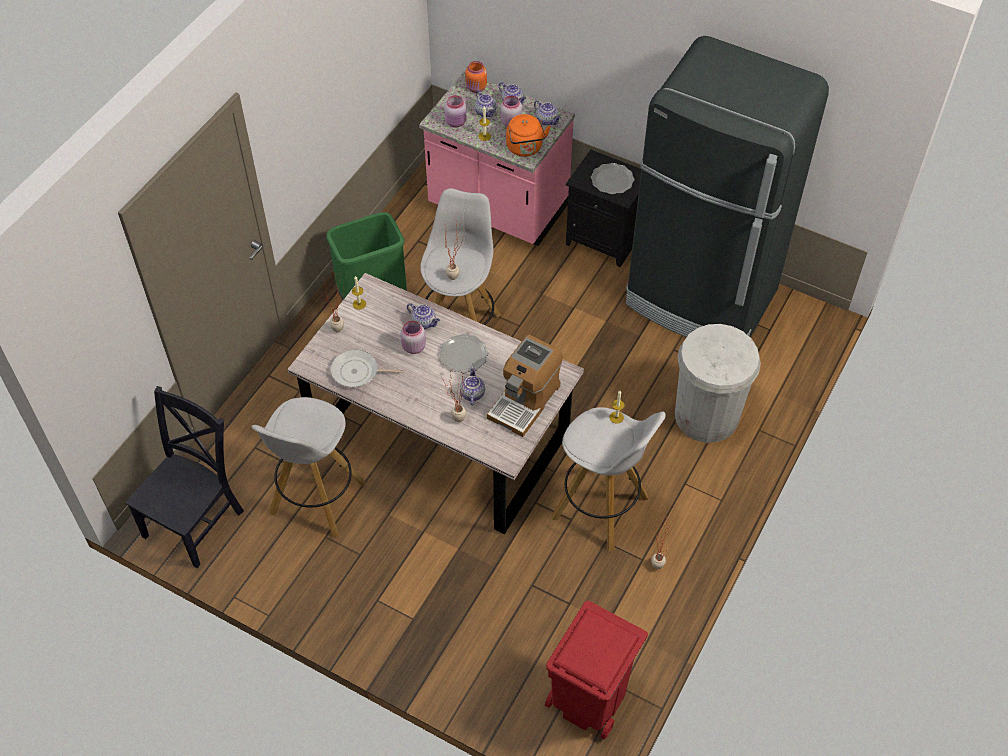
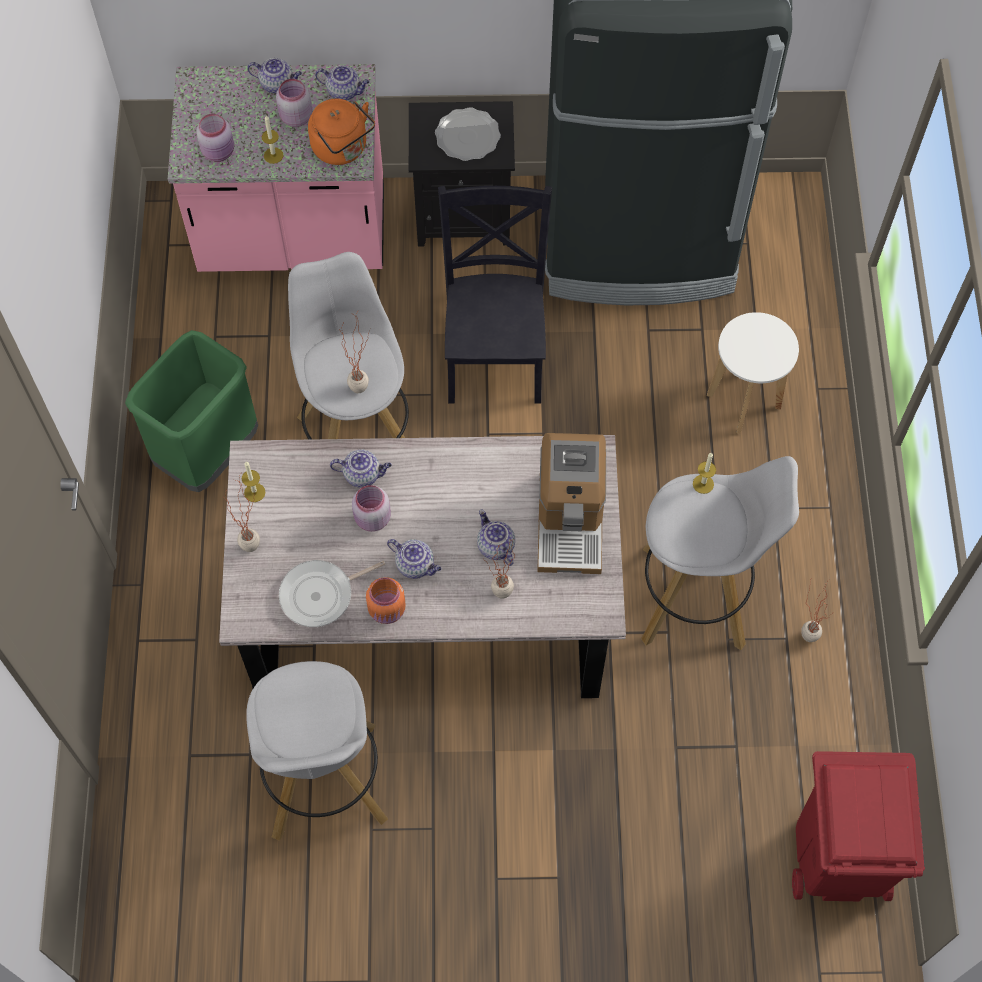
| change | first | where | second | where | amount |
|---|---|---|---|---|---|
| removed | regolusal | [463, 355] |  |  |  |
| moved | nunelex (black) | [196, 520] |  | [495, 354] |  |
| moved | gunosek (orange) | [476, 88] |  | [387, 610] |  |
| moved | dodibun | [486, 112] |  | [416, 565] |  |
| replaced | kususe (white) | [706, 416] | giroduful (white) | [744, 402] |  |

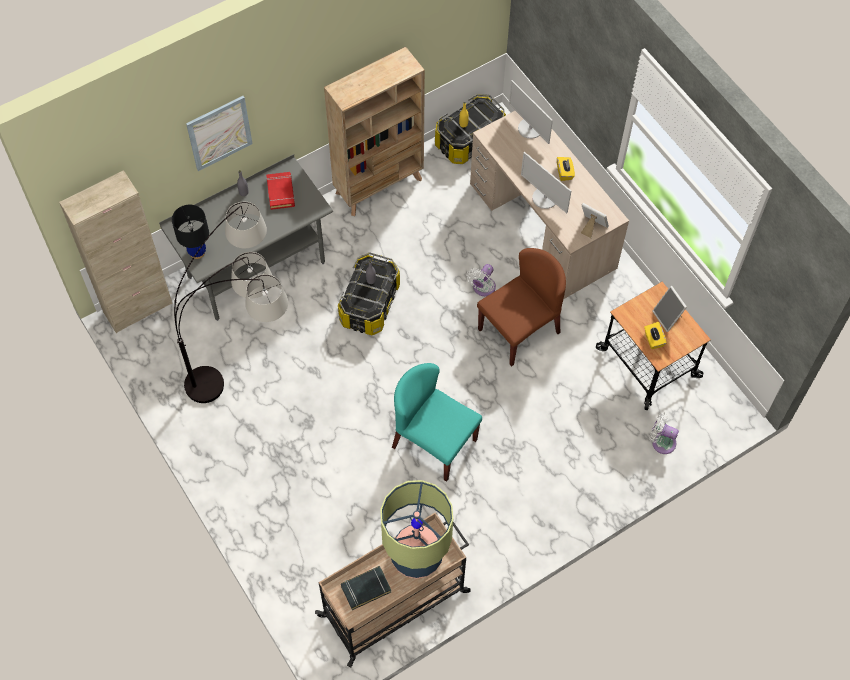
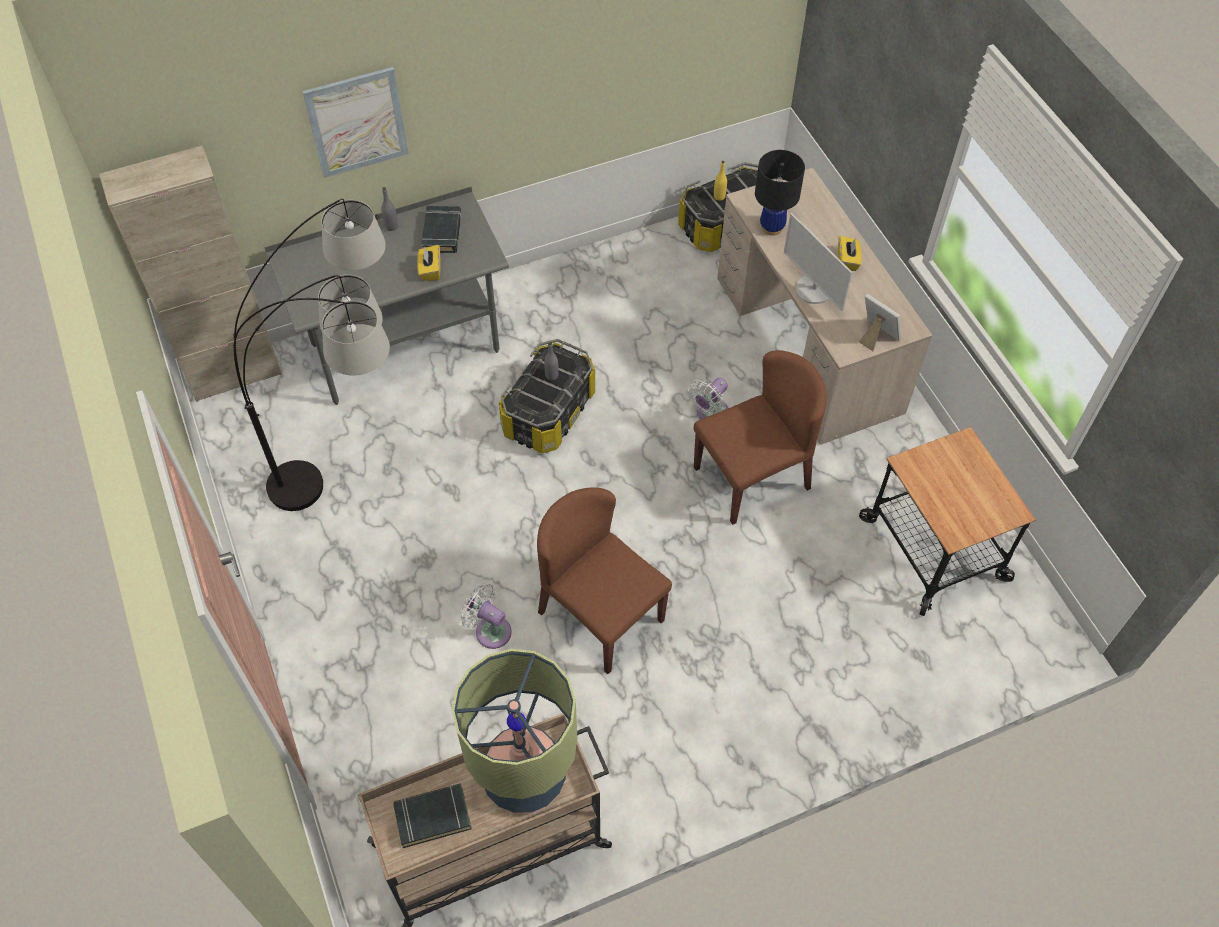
| change | first | where | second | where | amount |
|---|---|---|---|---|---|
| removed | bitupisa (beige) | [379, 186] |  |  |  |
| removed | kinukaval | [530, 128] |  |  |  |
| removed | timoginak | [668, 318] |  |  |  |
| moved | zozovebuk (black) | [197, 252] |  | [772, 227] |  |
| moved | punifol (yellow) | [653, 340] |  | [430, 270] |  |
| moved | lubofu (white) | [661, 442] |  | [490, 630] |  |
| recoloured | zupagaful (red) | [281, 192] | zupagaful (black) | [442, 233] |  |
| recoloured | nunelex (turquoise) | [434, 443] | nunelex (brown) | [600, 615] |  |

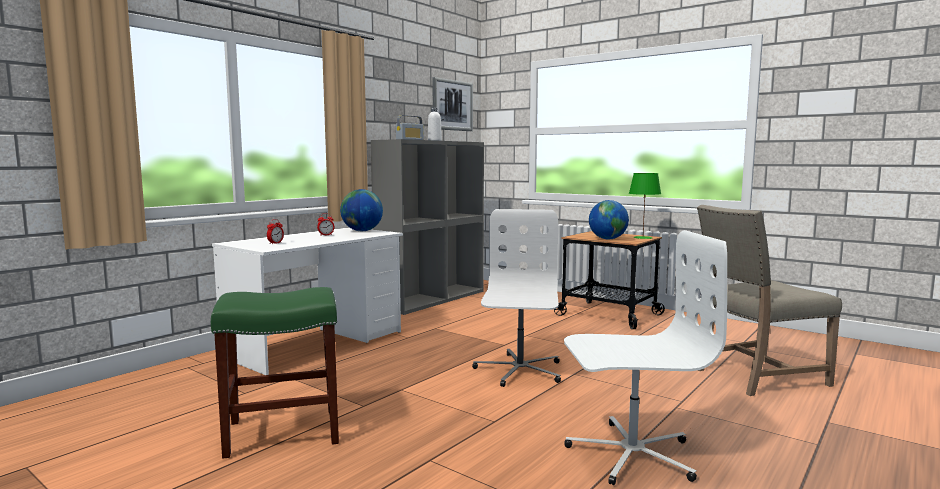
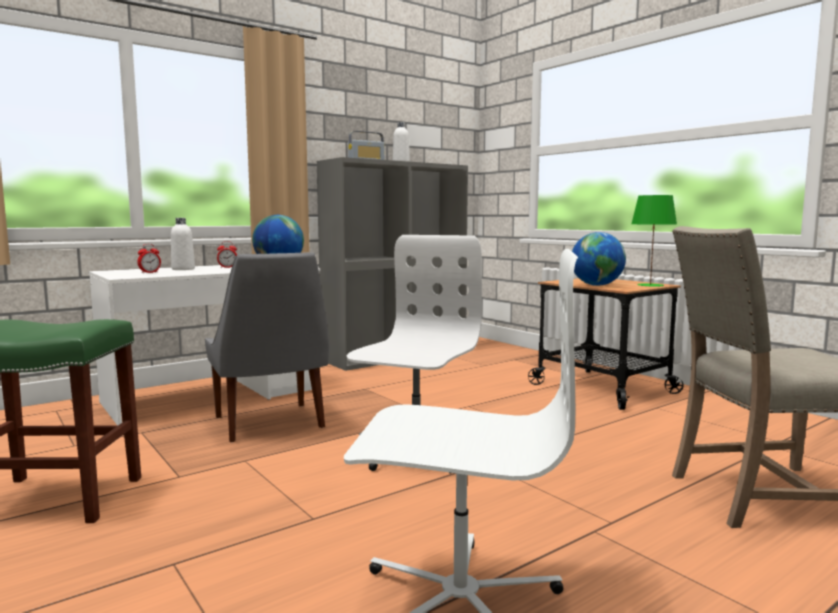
| change | first | where | second | where | amount |
|---|---|---|---|---|---|
| removed | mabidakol | [452, 105] |  |  |  |
| added |  |  | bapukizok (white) | [183, 269] |  |
| added |  |  | nunelex (grey) | [270, 424] |  |

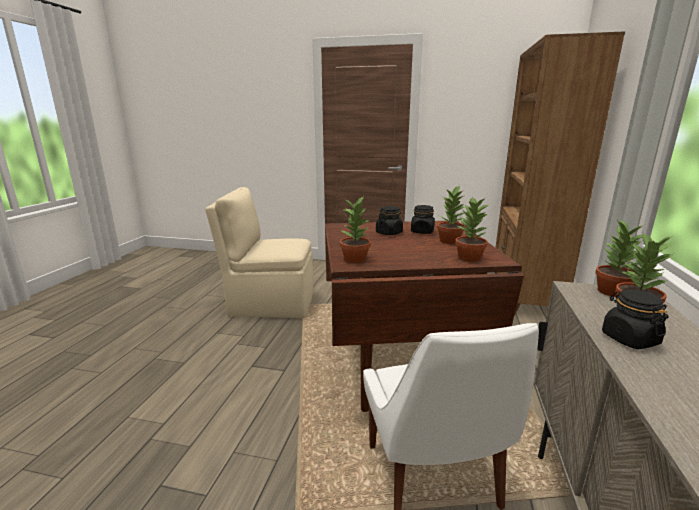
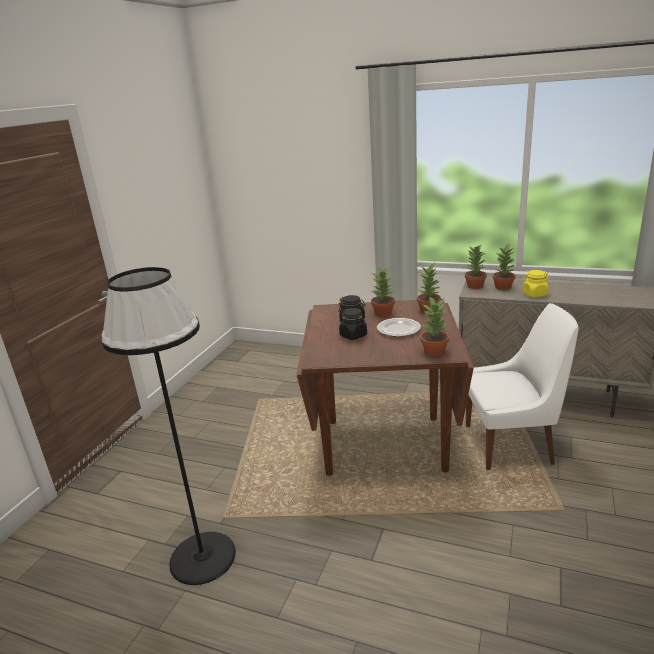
| change | first | where | second | where | amount |
|---|---|---|---|---|---|
| removed | bitupisa (brown) | [523, 295] |  |  |  |
| added |  |  | regolusal | [399, 329] |  |
| replaced | nunelex (beige) | [270, 304] | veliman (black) | [202, 557] |  |
| recoloured | gunosek (black) | [629, 339] | gunosek (yellow) | [534, 294] |  |

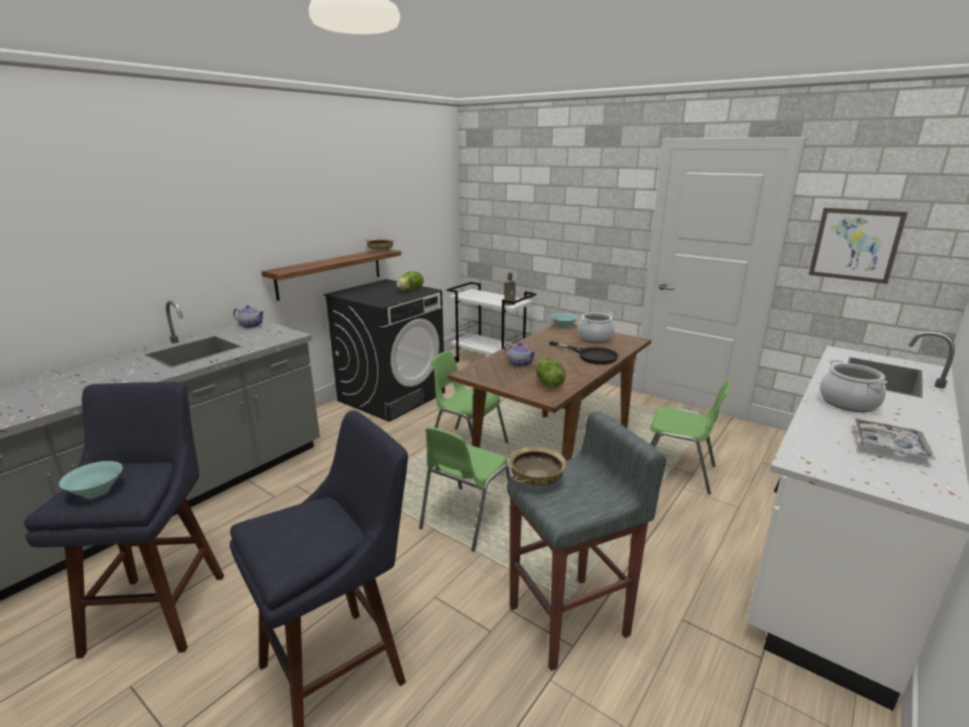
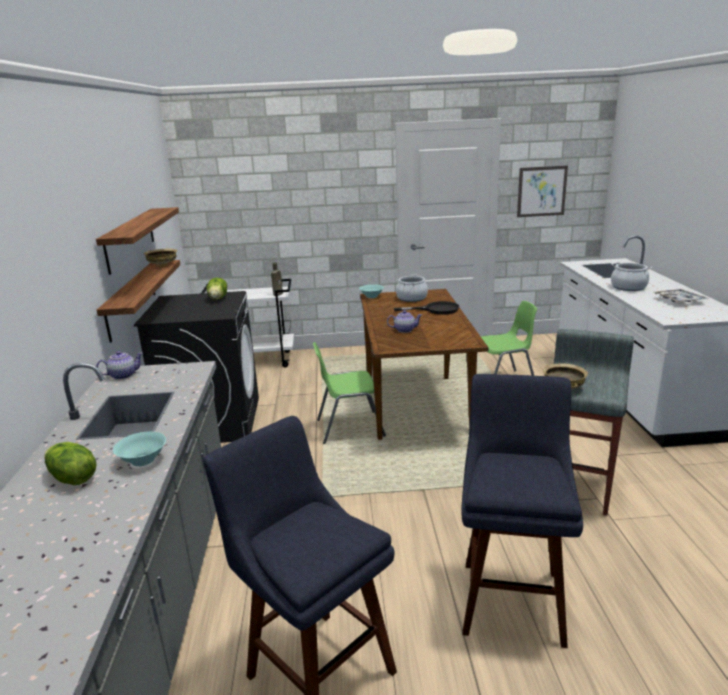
| change | first | where | second | where | amount |
|---|---|---|---|---|---|
| removed | nunelex (green) | [466, 518] |  |  |  |
| added |  |  | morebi | [130, 239] |  |
| moved | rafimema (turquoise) | [96, 491] |  | [143, 460] |  |
| moved | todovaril | [548, 384] |  | [72, 479] |  |

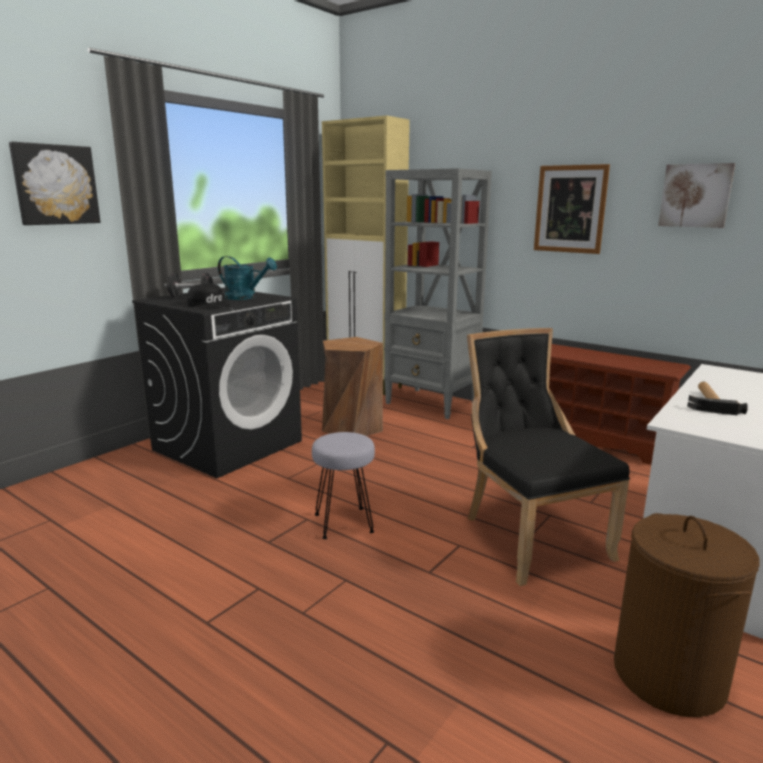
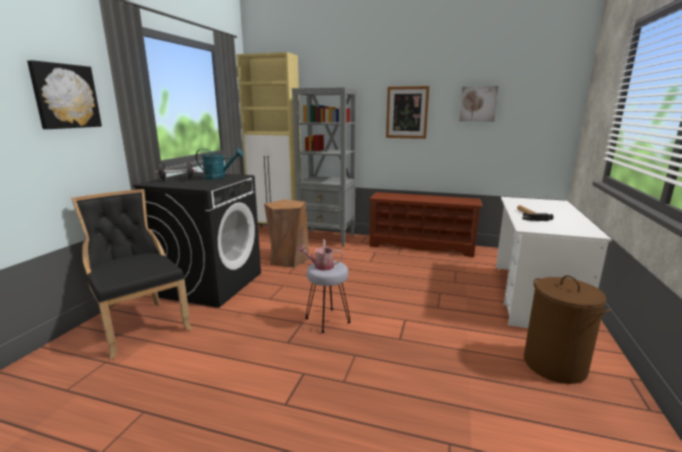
| change | first | where | second | where | amount |
|---|---|---|---|---|---|
| removed | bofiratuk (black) | [209, 304] |  |  |  |
| added |  |  | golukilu | [321, 266] |  |
| moved | nunelex (black) | [529, 536] |  | [141, 325] |  |

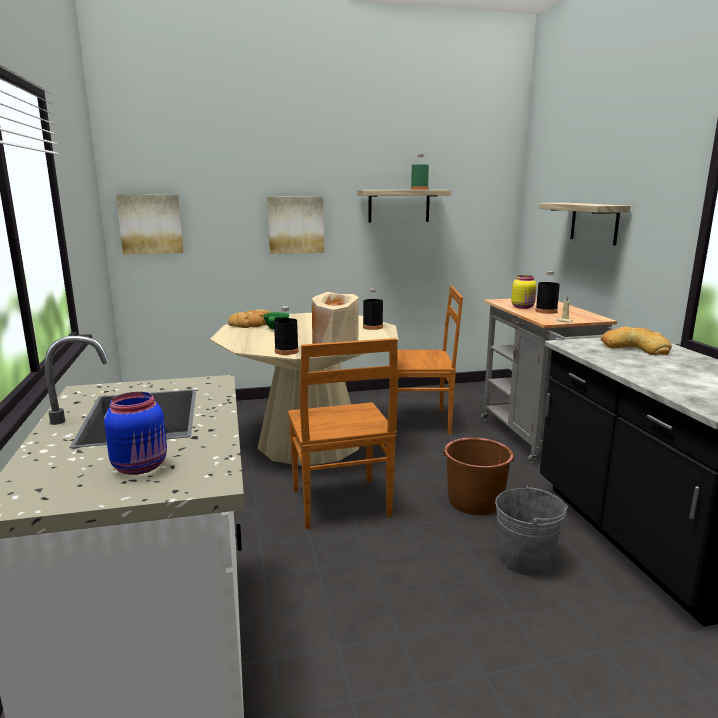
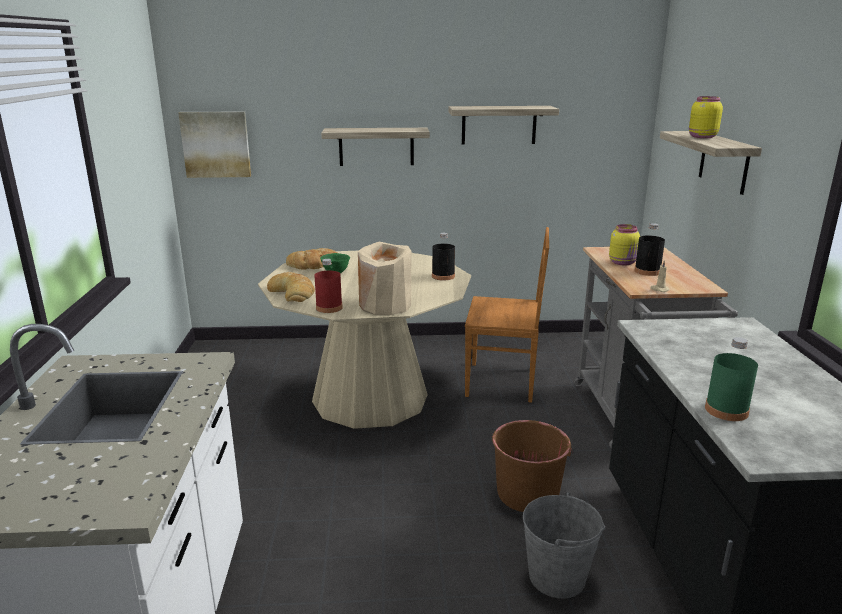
| change | first | where | second | where | amount |
|---|---|---|---|---|---|
| removed | gunosek (blue) | [141, 467] |  |  |  |
| removed | nunelex (brown) | [341, 504] |  |  |  |
| added |  |  | gunosek (yellow) | [701, 137] |  |
| moved | bapukizok (green) | [419, 189] |  | [726, 410] |  |
| moved | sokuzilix | [635, 348] |  | [293, 292] |  |
| replaced | mabidakol | [296, 225] | morebi | [376, 146] |  |
| recoloured | bapukizok (black) | [286, 351] | bapukizok (red) | [329, 308] |  |

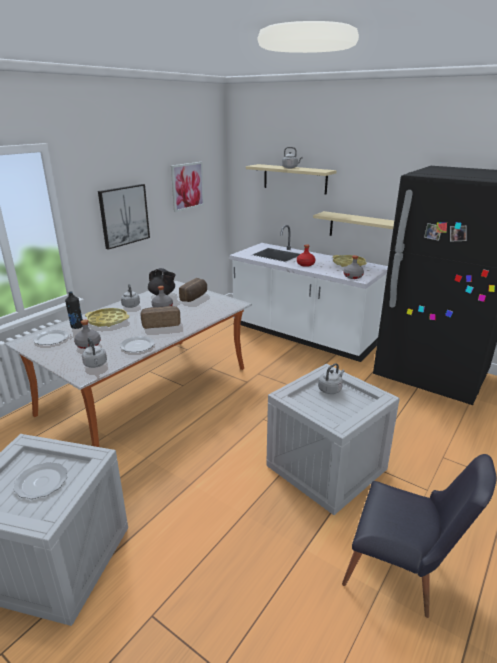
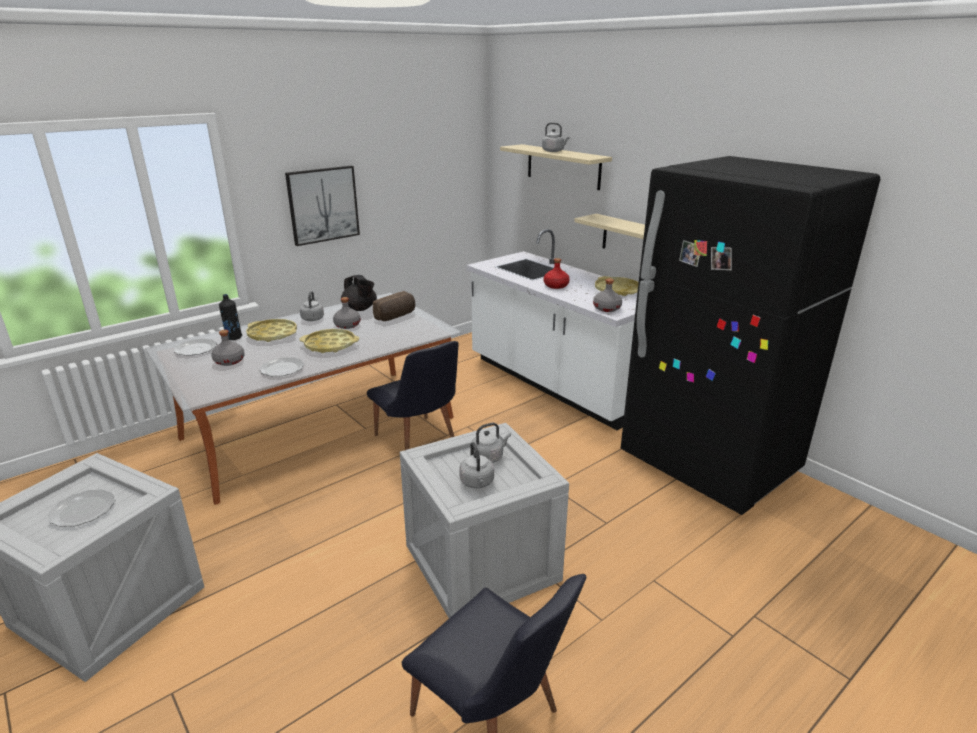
| change | first | where | second | where | amount |
|---|---|---|---|---|---|
| removed | mabidakol | [187, 186] |  |  |  |
| added |  |  | nunelex (black) | [419, 444] |  |
| moved | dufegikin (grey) | [96, 365] |  | [477, 483] |  |
| replaced | sokuzilix | [161, 324] | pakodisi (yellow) | [330, 345] |  |

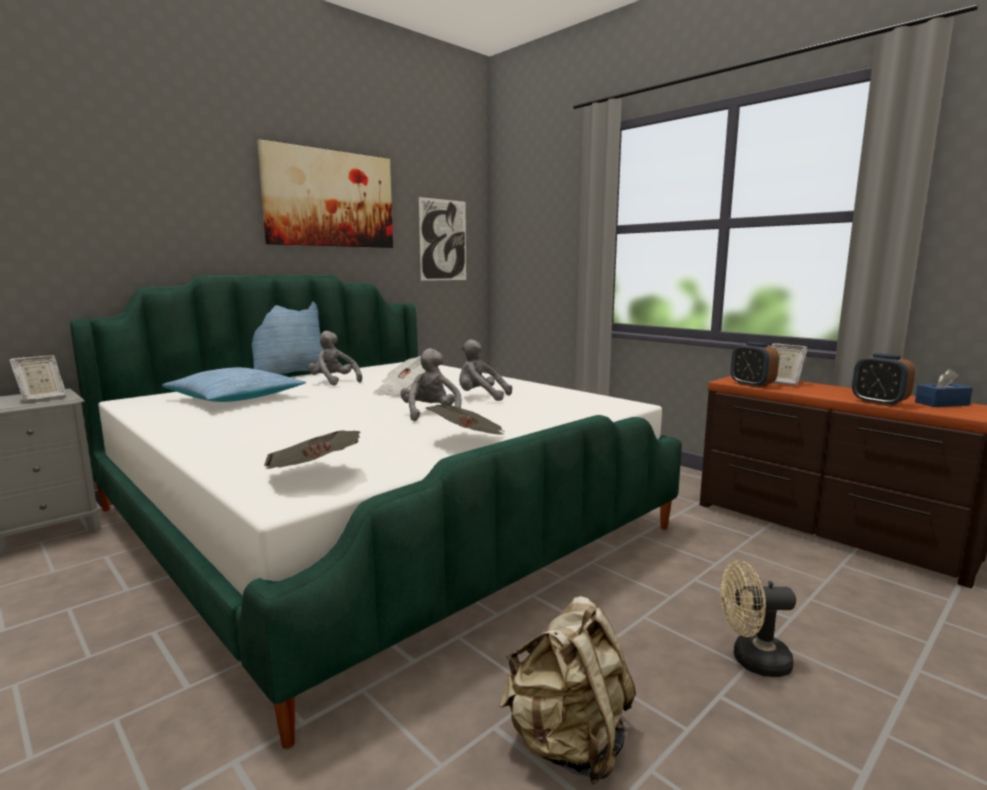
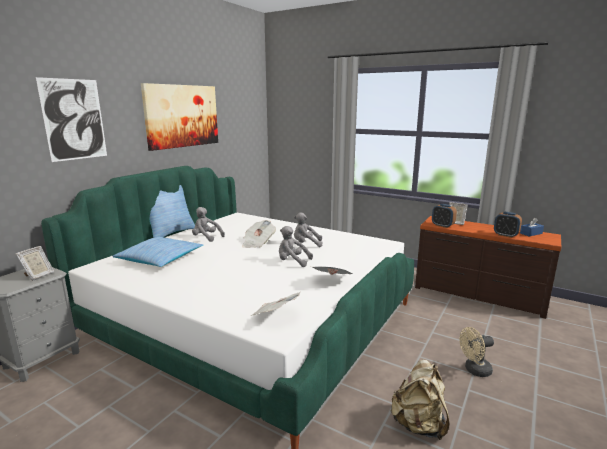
| change | first | where | second | where | amount |
|---|---|---|---|---|---|
| moved | mabidakol | [443, 240] |  | [74, 119] |  |
| turned | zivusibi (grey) | [431, 415] |  | [292, 262] | 45 degrees counterclockwise |

